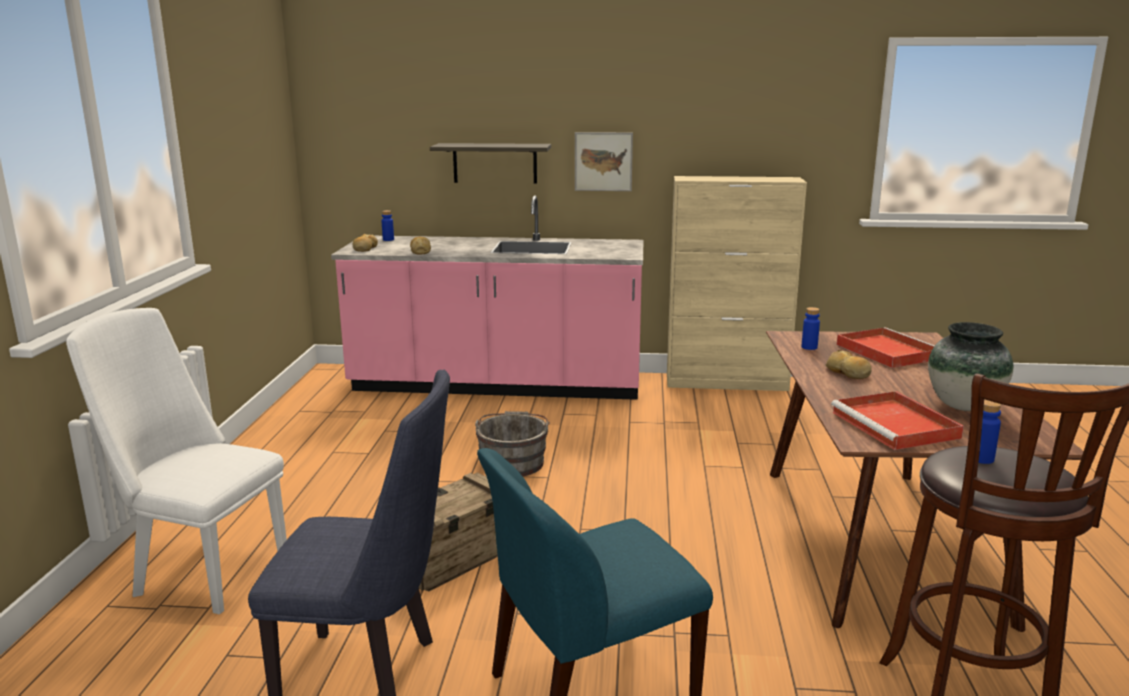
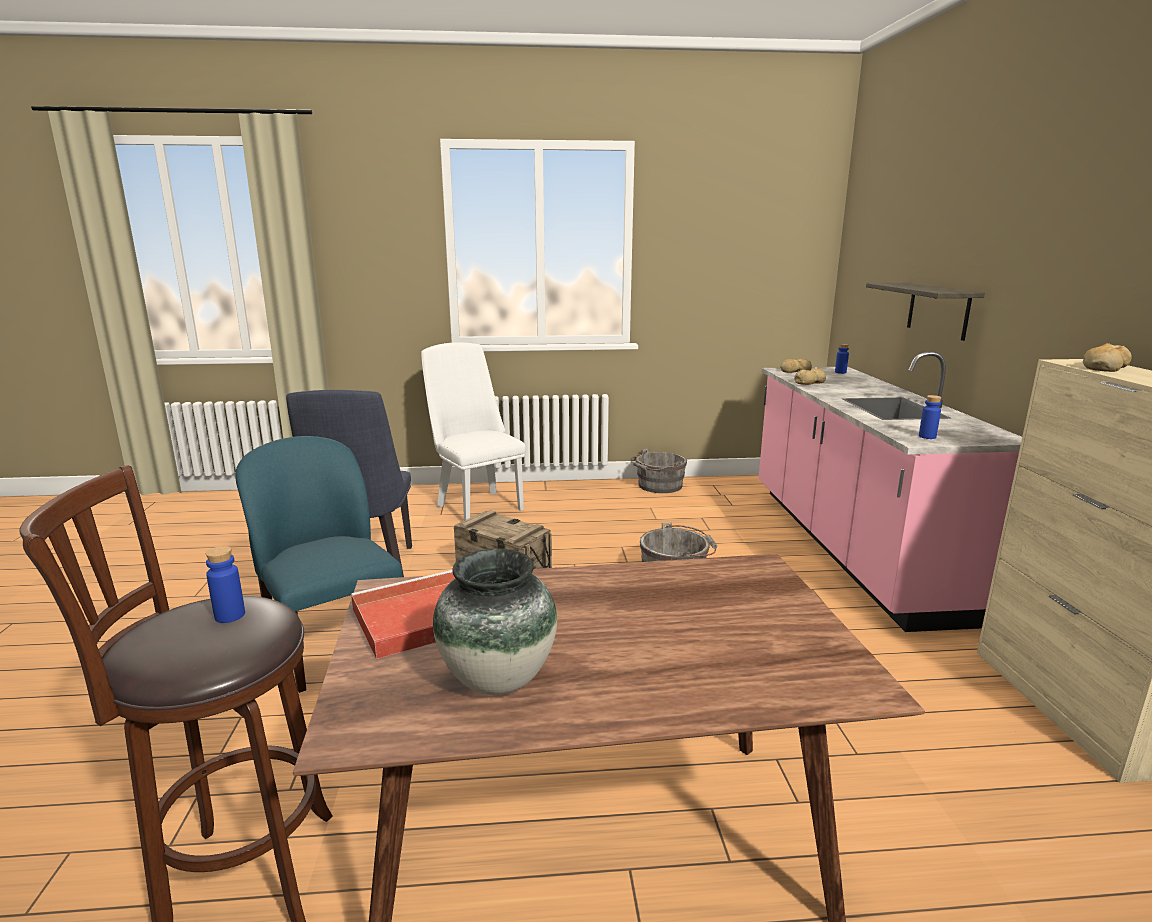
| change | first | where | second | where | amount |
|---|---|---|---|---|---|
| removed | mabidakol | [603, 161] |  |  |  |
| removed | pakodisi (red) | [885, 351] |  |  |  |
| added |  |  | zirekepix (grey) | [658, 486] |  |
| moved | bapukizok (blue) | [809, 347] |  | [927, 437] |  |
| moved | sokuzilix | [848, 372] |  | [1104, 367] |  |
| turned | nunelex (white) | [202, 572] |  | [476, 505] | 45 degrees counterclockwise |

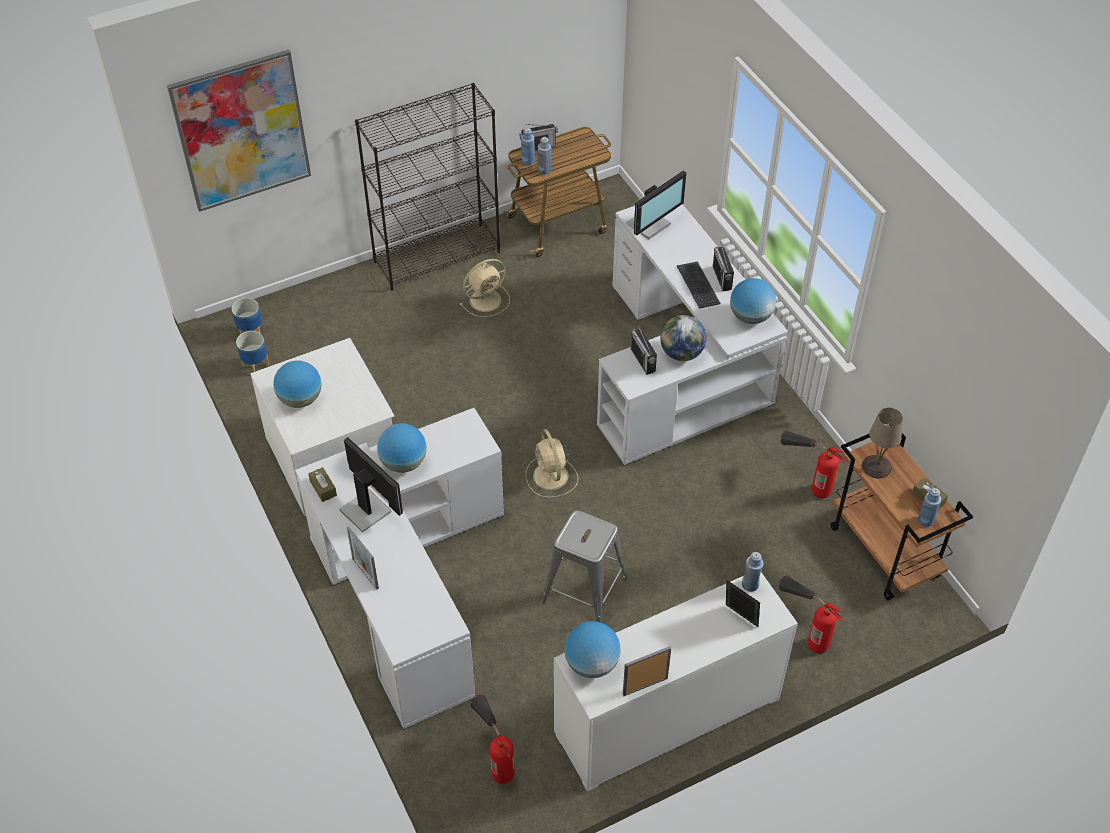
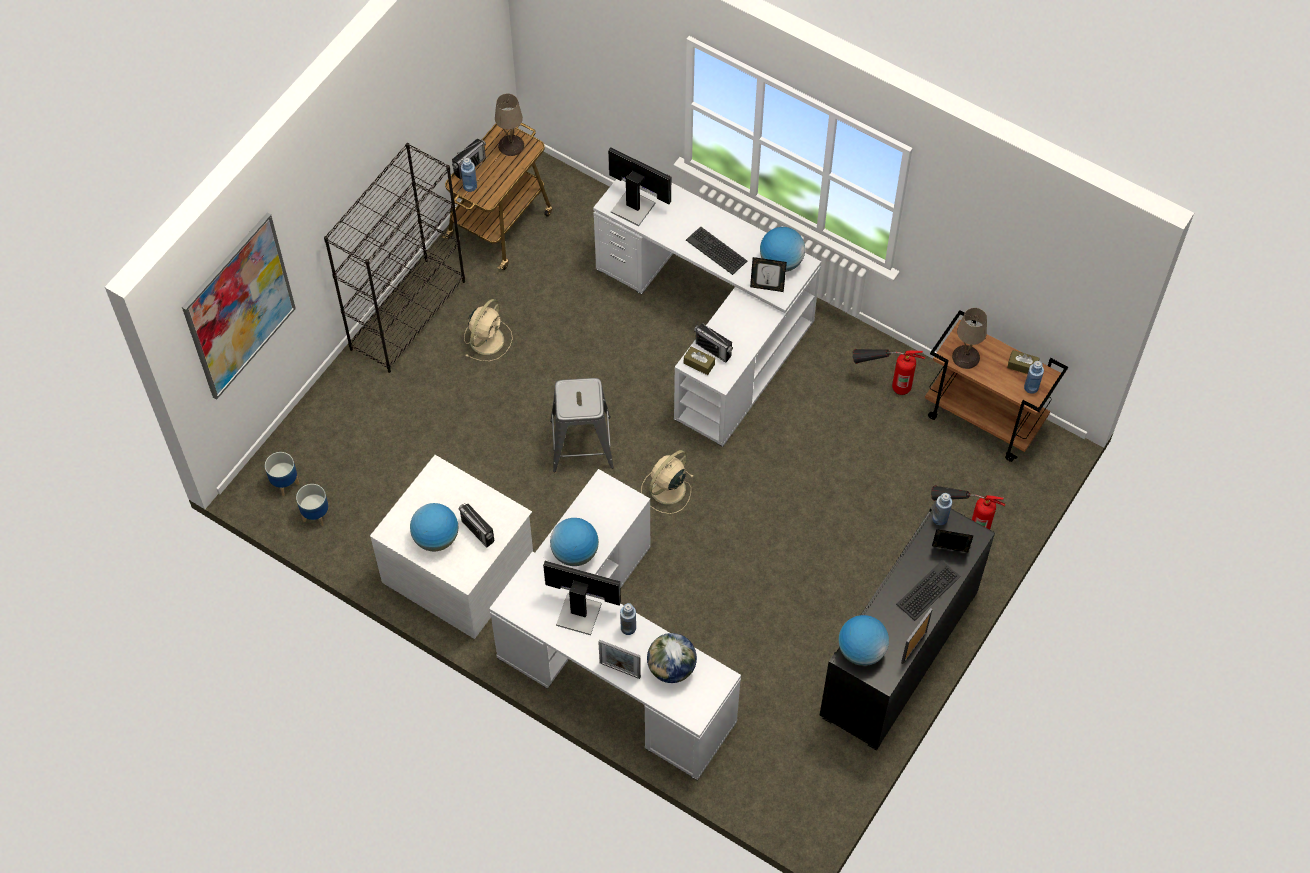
| change | first | where | second | where | amount |
|---|---|---|---|---|---|
| removed | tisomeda | [494, 755] |  |  |  |
| added |  |  | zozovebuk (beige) | [511, 145] |  |
| added |  |  | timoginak | [767, 287] |  |
| added |  |  | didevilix | [928, 591] |  |
| moved | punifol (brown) | [323, 488] |  | [699, 364] |  |
| moved | bapukizok (blue) | [544, 170] |  | [628, 628] |  |
| moved | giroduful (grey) | [584, 591] |  | [582, 444] |  |
| moved | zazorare | [681, 353] |  | [671, 668] |  |
| moved | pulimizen | [722, 278] |  | [478, 531] |  |
| recoloured | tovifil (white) | [667, 716] | tovifil (black) | [899, 654] |  |
| turned | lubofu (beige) | [551, 477] |  | [666, 490] | 90 degrees clockwise |
| turned | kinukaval | [650, 224] |  | [633, 206] | 75 degrees counterclockwise |

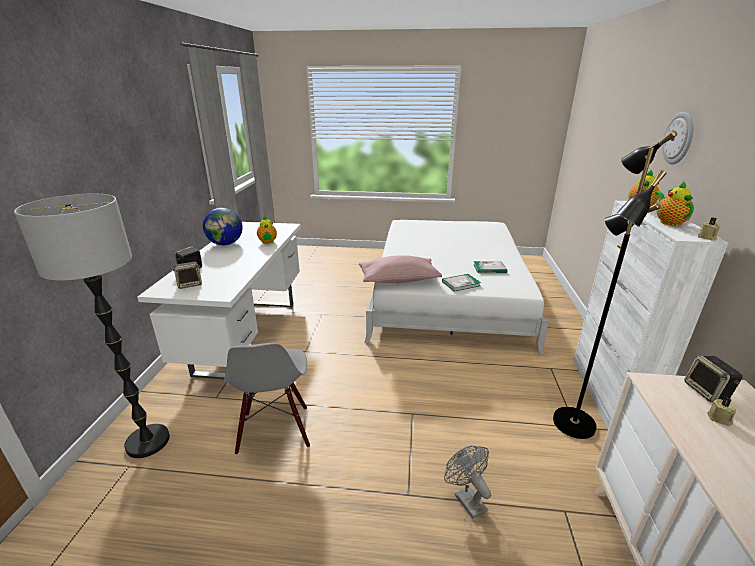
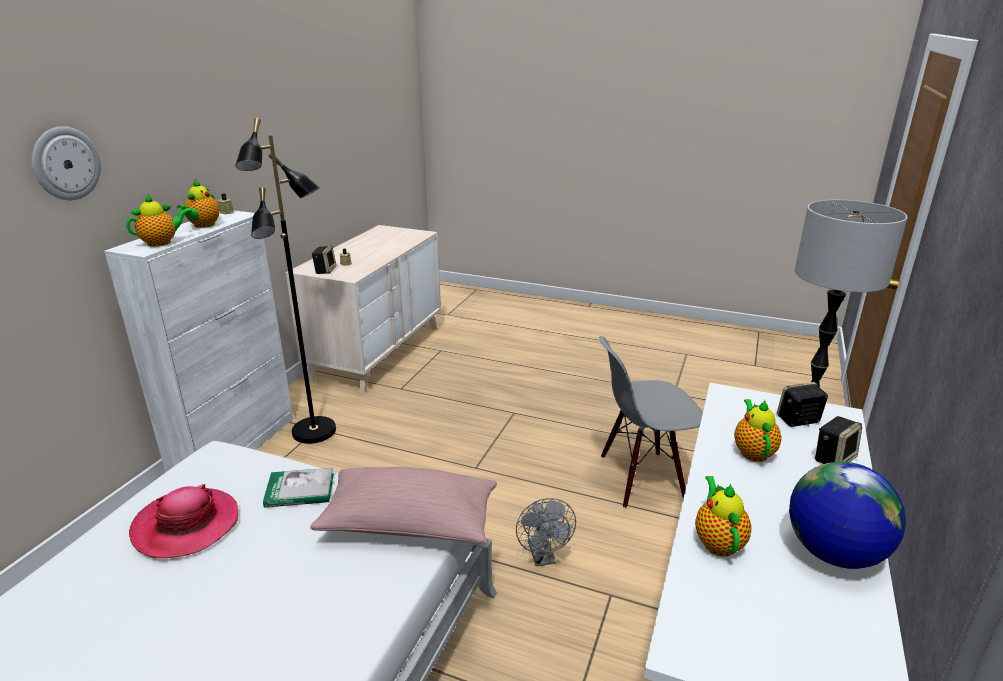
| change | first | where | second | where | amount |
|---|---|---|---|---|---|
| added |  |  | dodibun | [753, 451] |  |
| moved | lubofu (grey) | [466, 499] |  | [543, 557] |  |
| replaced | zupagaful | [489, 268] | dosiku | [186, 525] |  |
| turned | nunelex (grey) | [274, 430] |  | [641, 477] | 105 degrees counterclockwise |

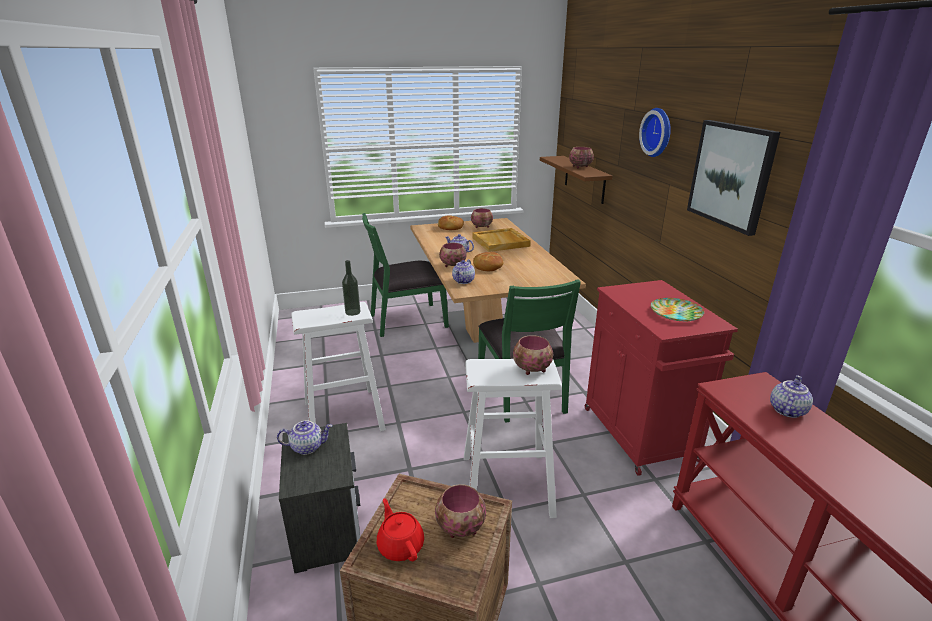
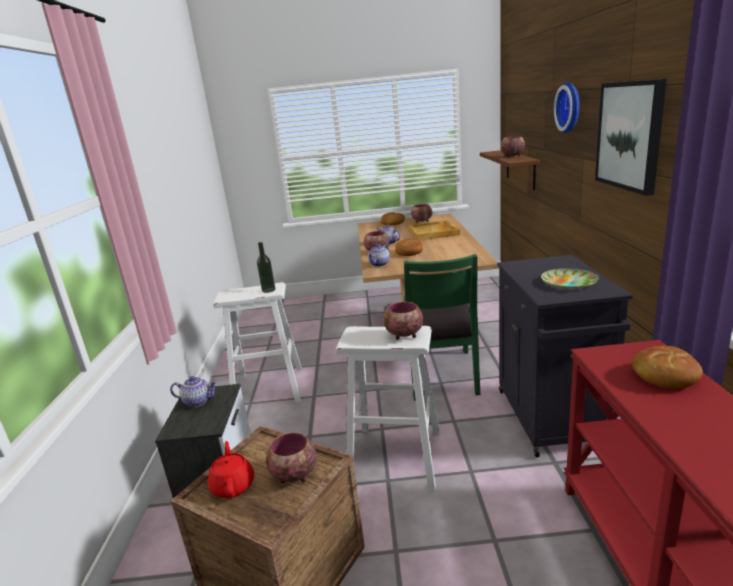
| change | first | where | second | where | amount |
|---|---|---|---|---|---|
| removed | nunelex (green) | [407, 320] |  |  |  |
| replaced | dodibun | [786, 410] | sokuzilix | [664, 376] |  |
| recoloured | tovifil (red) | [640, 435] | tovifil (black) | [552, 419] |  |

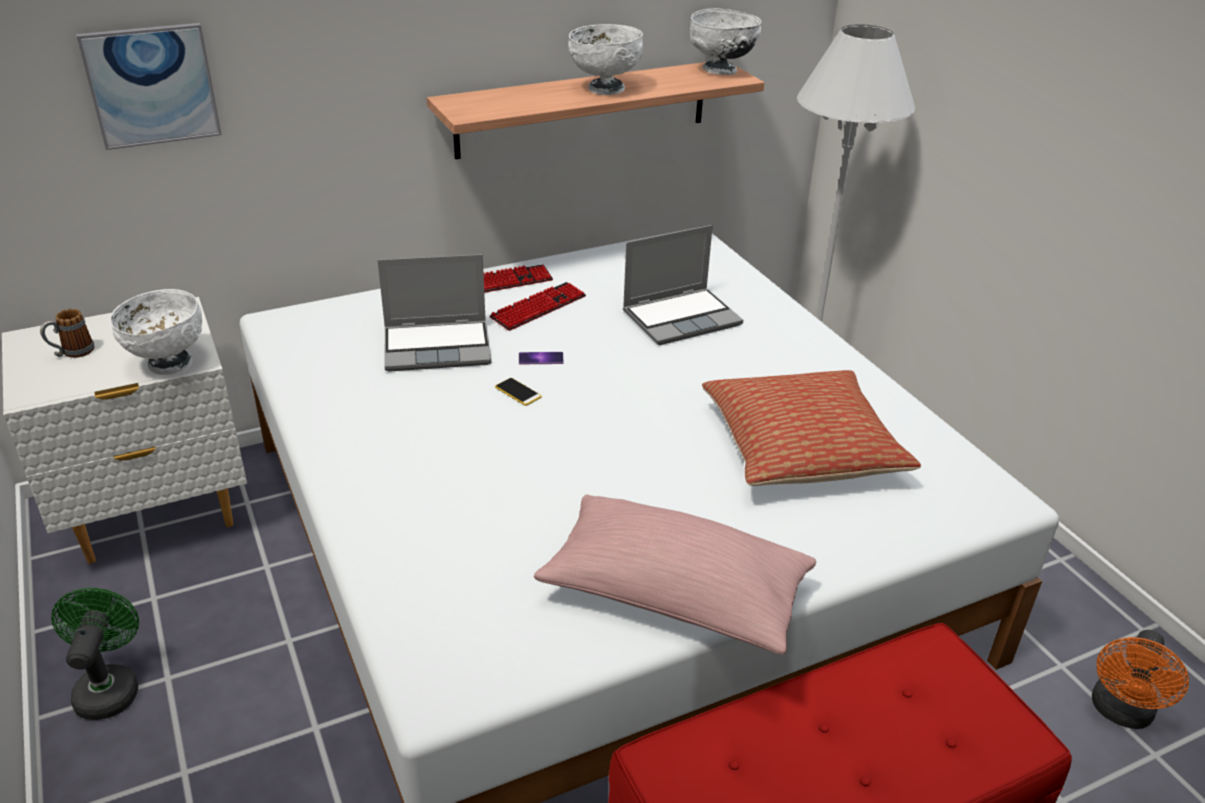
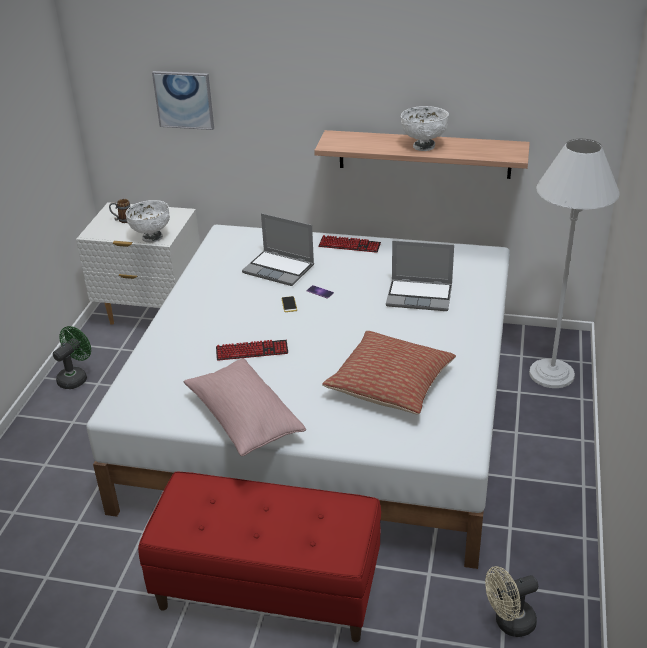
| change | first | where | second | where | amount |
|---|---|---|---|---|---|
| removed | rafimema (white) | [720, 71] |  |  |  |
| moved | didevilix | [538, 308] |  | [252, 351] |  |
| recoloured | lubofu (orange) | [1120, 713] | lubofu (beige) | [509, 623] |  |

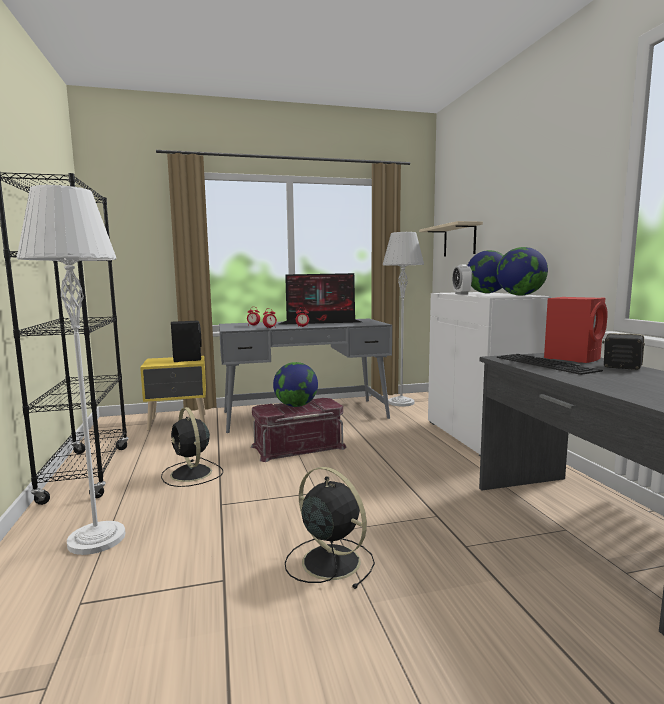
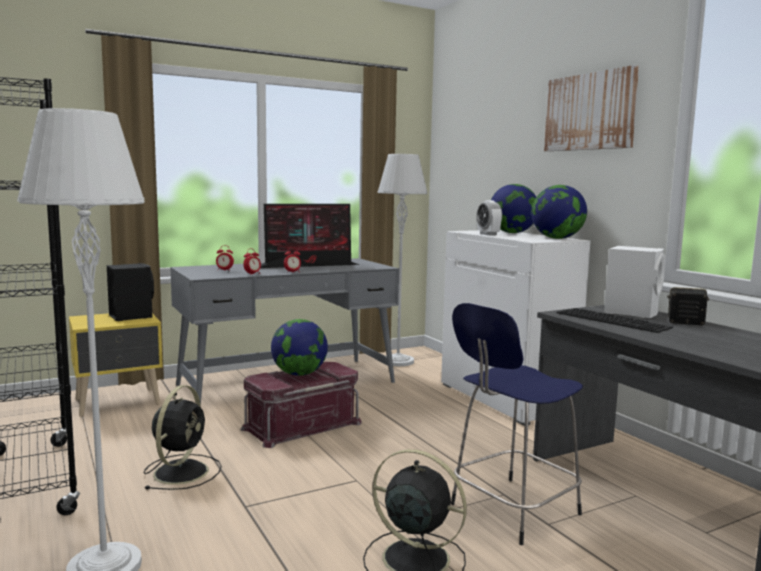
| change | first | where | second | where | amount |
|---|---|---|---|---|---|
| removed | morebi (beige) | [459, 240] |  |  |  |
| added |  |  | giroduful (blue) | [511, 510] |  |
| added |  |  | mabidakol | [590, 112] |  |
| recoloured | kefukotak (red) | [573, 358] | kefukotak (white) | [632, 312] |  |
| turned | lubofu (black) | [192, 474] |  | [182, 471] | 120 degrees counterclockwise |

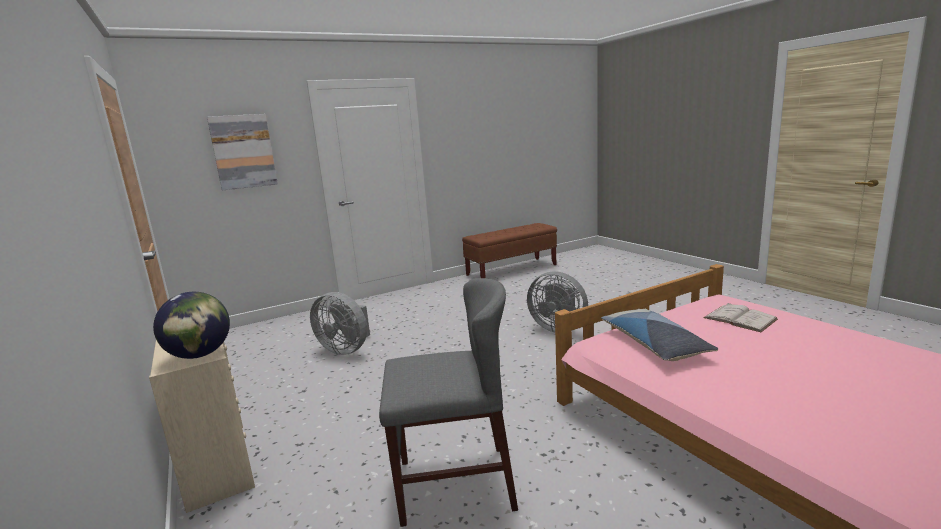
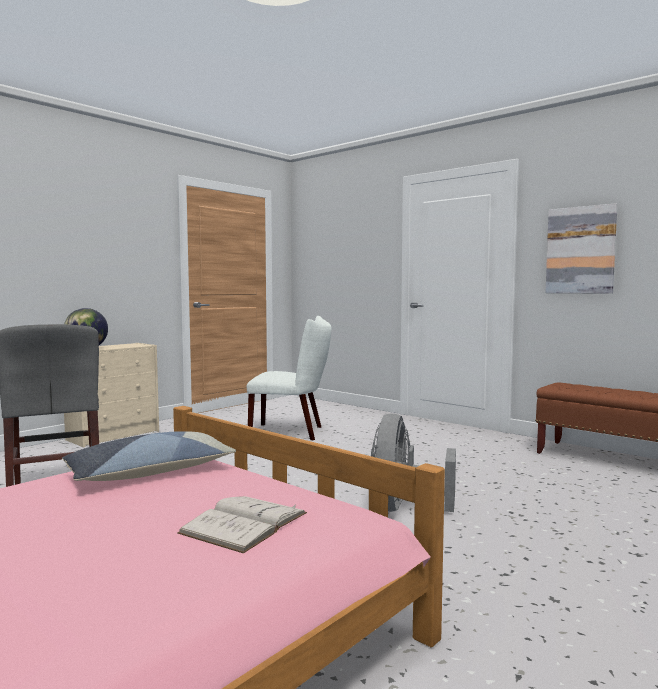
| change | first | where | second | where | amount |
|---|---|---|---|---|---|
| moved | mabidakol | [243, 151] |  | [580, 250] |  |
| replaced | lubofu (grey) | [346, 349] | nunelex (white) | [291, 432] |  |

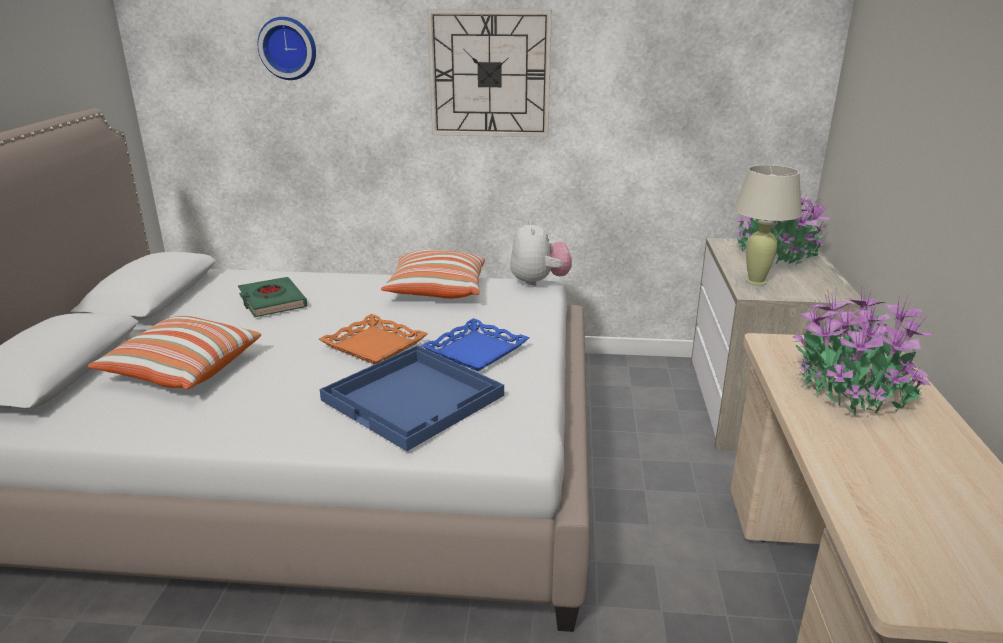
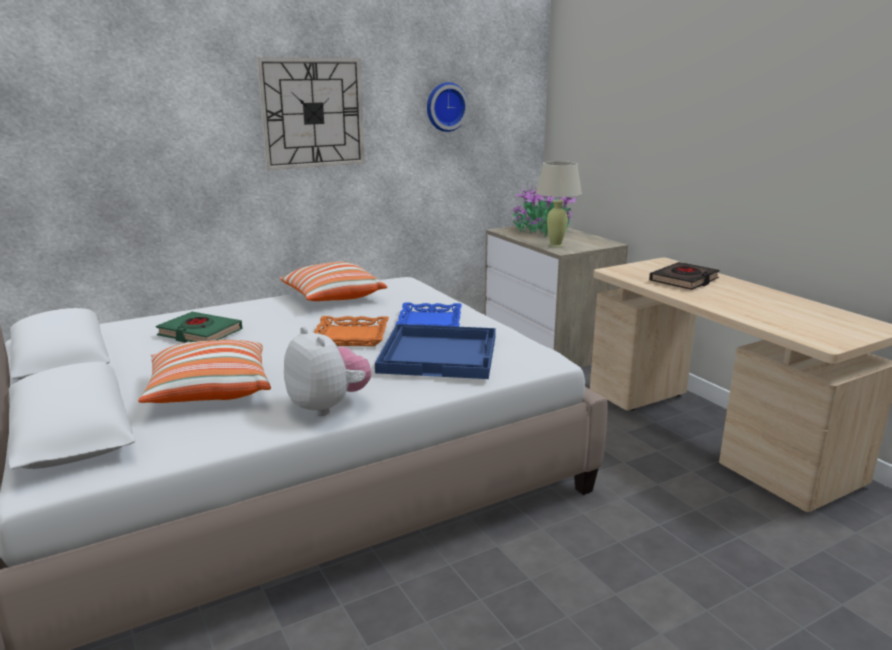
| change | first | where | second | where | amount |
|---|---|---|---|---|---|
| moved | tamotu | [288, 48] |  | [445, 107] |  |
| moved | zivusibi | [539, 282] |  | [328, 406] |  |
| replaced | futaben | [852, 389] | zupagaful (black) | [684, 280] |  |

